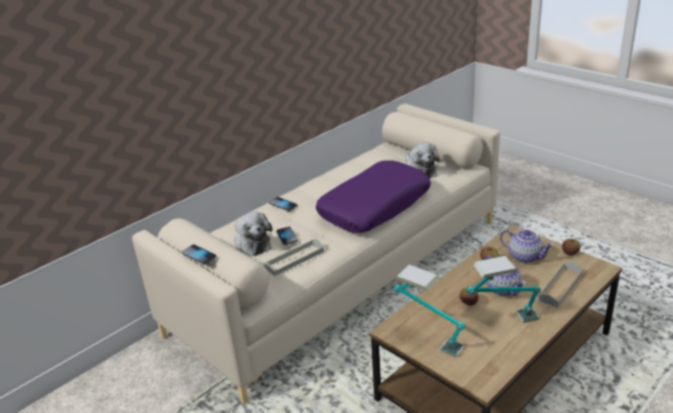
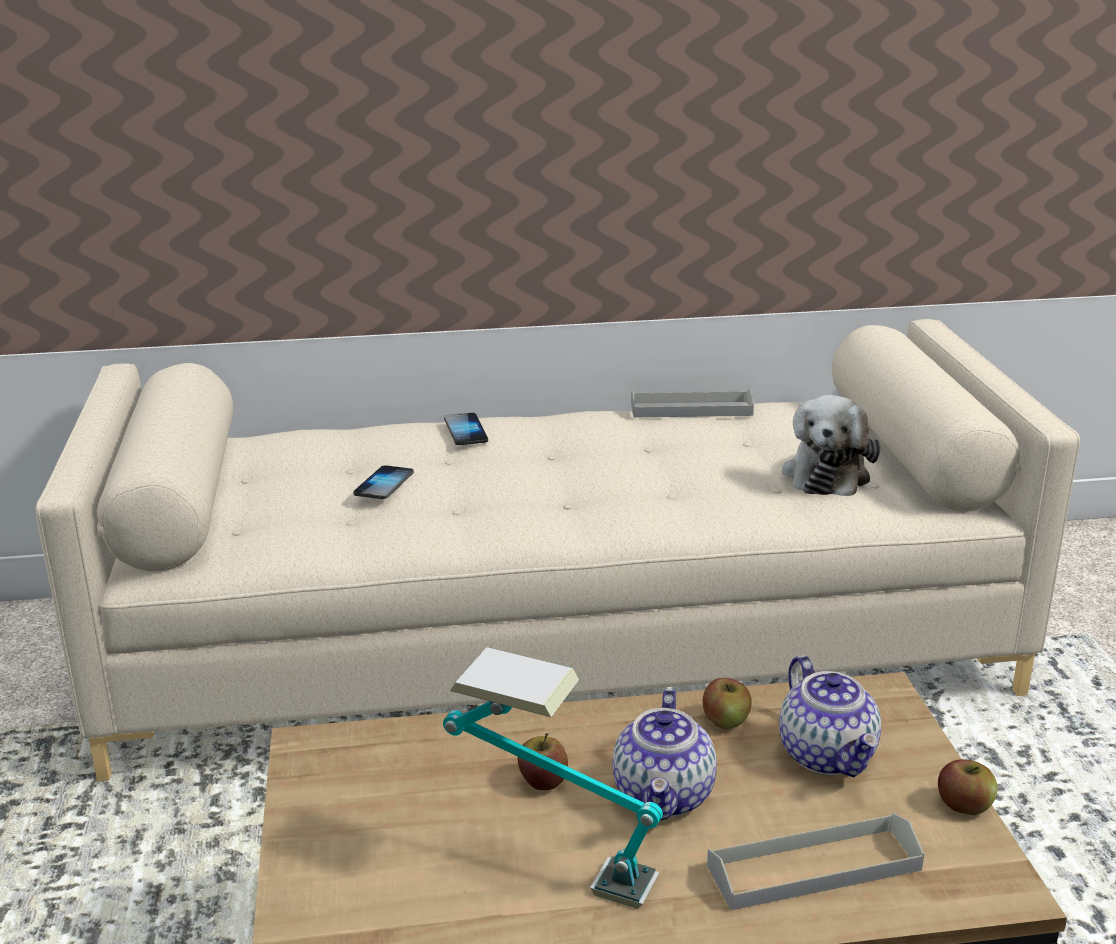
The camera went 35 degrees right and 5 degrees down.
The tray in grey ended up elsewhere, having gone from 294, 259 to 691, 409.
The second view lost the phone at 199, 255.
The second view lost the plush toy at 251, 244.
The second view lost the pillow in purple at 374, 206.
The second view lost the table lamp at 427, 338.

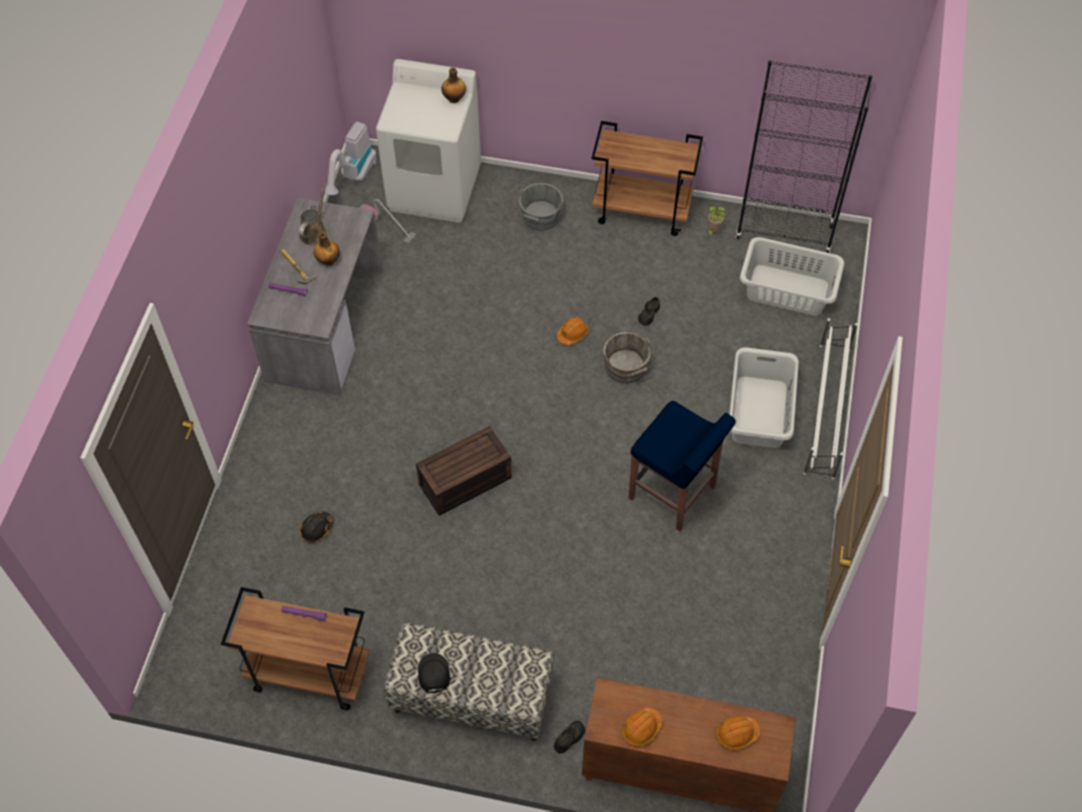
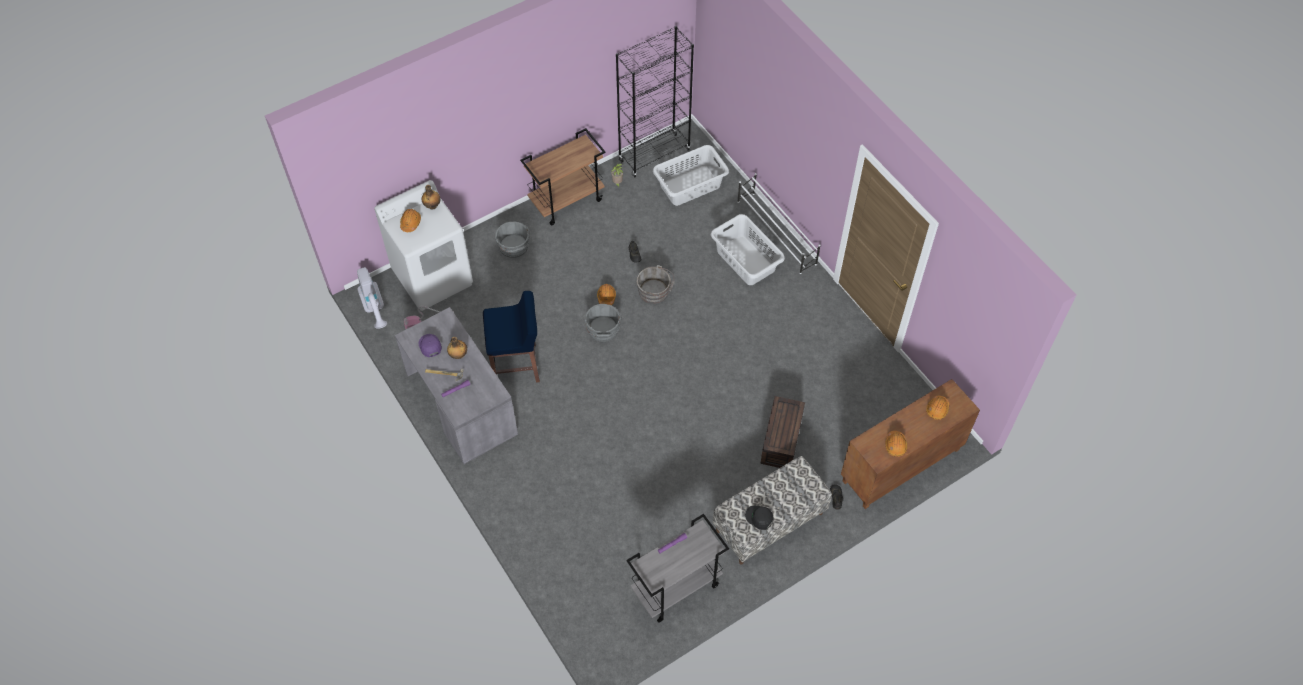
The camera went 45 degrees left and 0 degrees up.
The second view gained the hard hat in orange at 410, 223.
Where the watering can in brown stood at 314, 232, the cap in purple came to stand at 430, 346.
The stool in blue ended up elsewhere, having gone from 673, 493 to 517, 365.
The second view gained the bucket in grey at 603, 330.
What was the cart in brown at 308, 674 turned into the cart in grey at 676, 588.
The storage box in brown ended up elsewhere, having gone from 464, 482 to 782, 441.
The second view lost the hard hat in black at 317, 529.

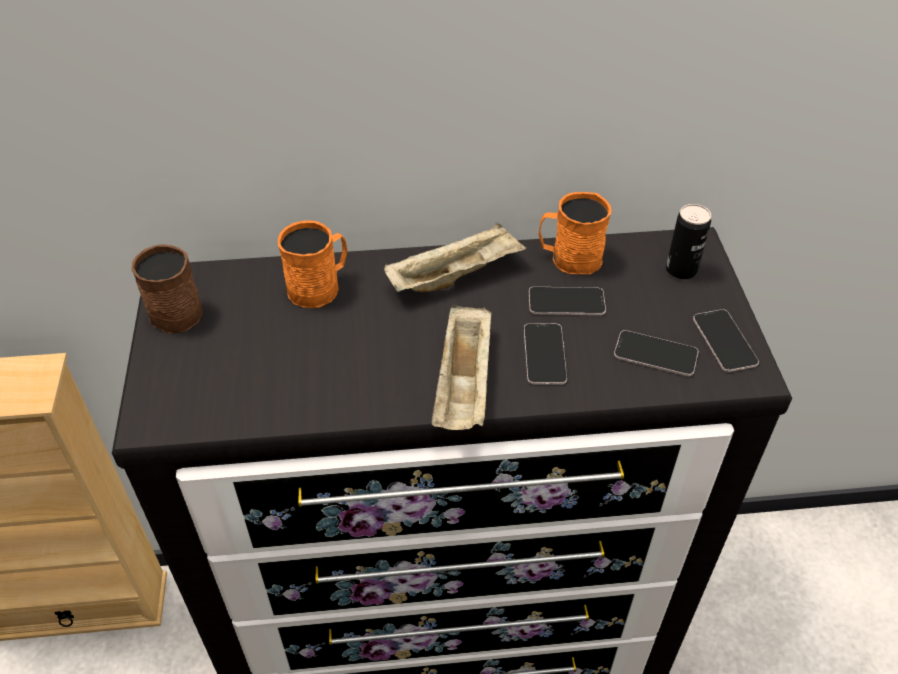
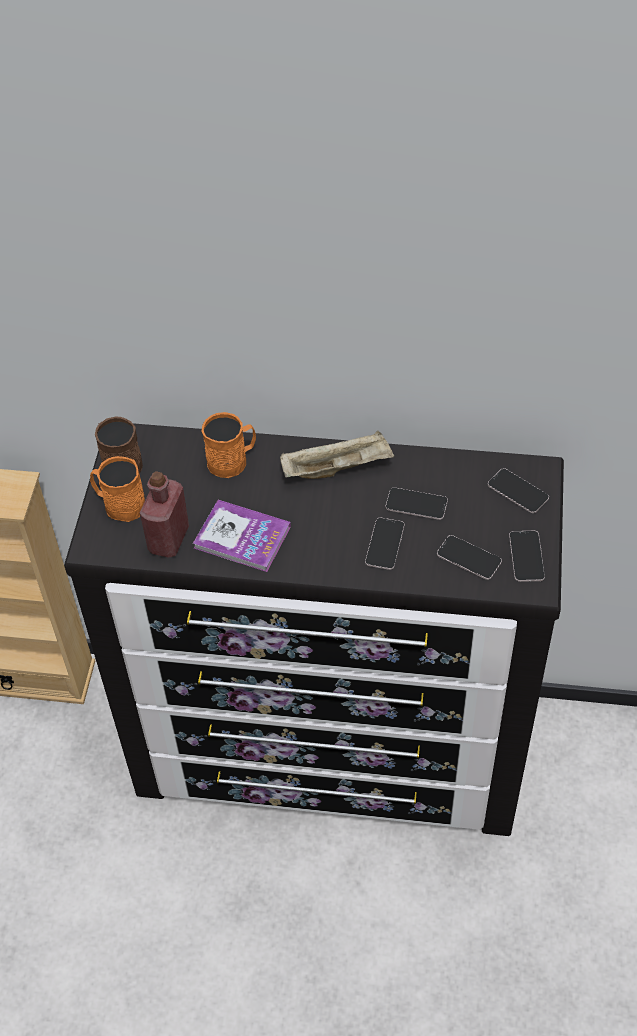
The camera went 15 degrees right and 5 degrees up.
The mug in orange ended up elsewhere, having gone from 569, 258 to 119, 504.
The second view gained the bottle in red at 168, 539.
The second view gained the book at 242, 537.
Where the can stood at 681, 270, the phone came to stand at 518, 491.
The second view lost the tray in beige at 464, 385.

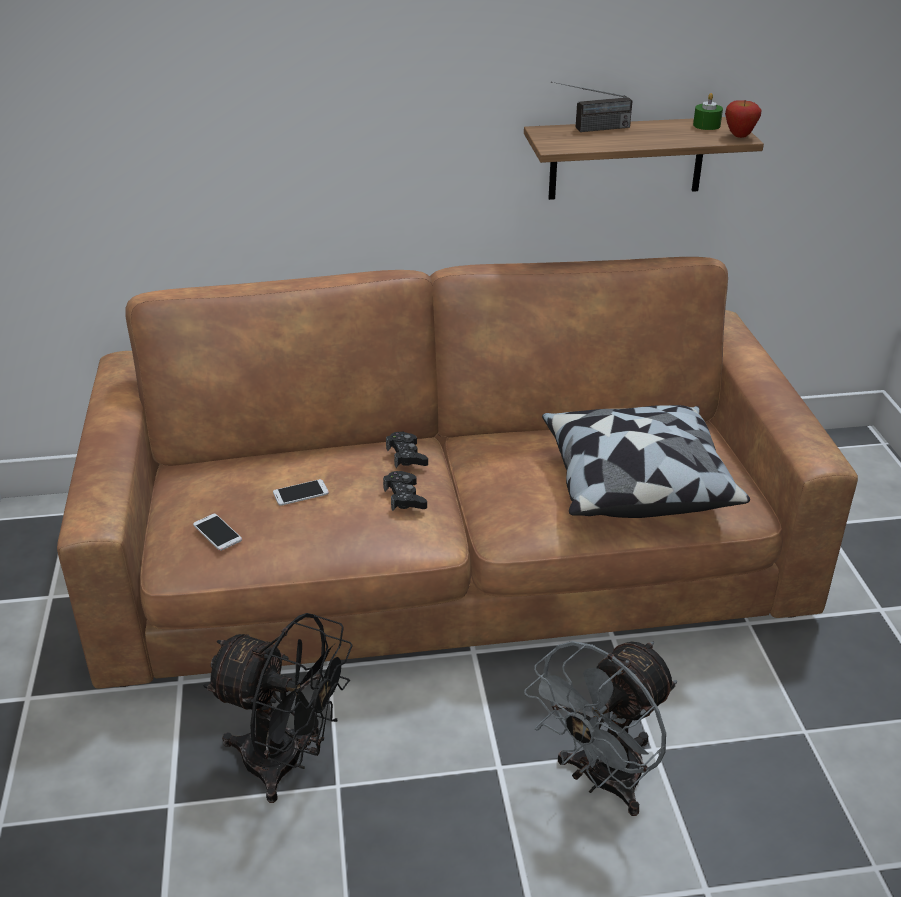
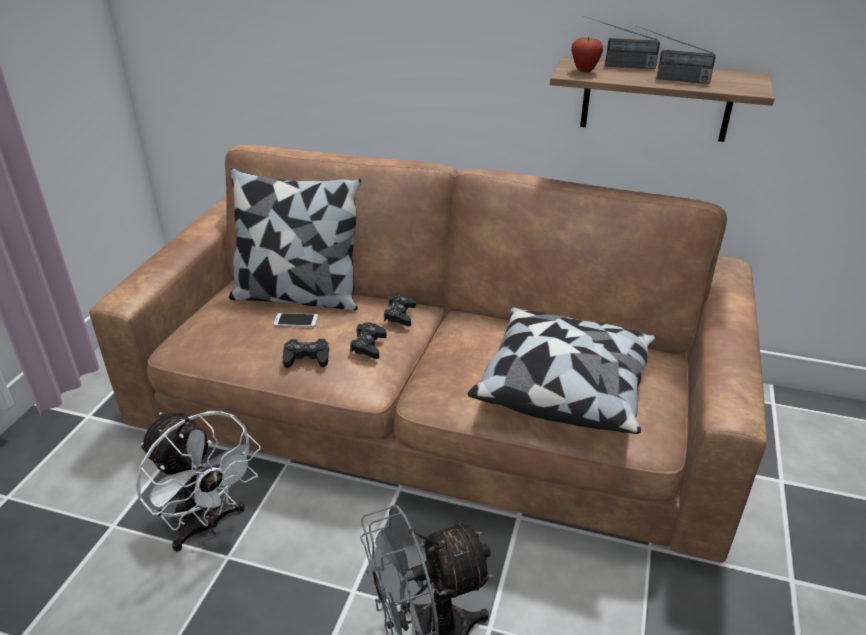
The camera went 25 degrees right and 0 degrees up.
What was the fan in black at 287, 763 turned into the fan in white at 207, 525.
The second view gained the pillow at 298, 296.
The second view gained the game controller in black at 307, 358.
The apple ended up elsewhere, having gone from 739, 136 to 584, 71.
The second view gained the radio at 668, 78.
The second view lost the phone at 217, 532.
The second view lost the candle in green at 706, 125.

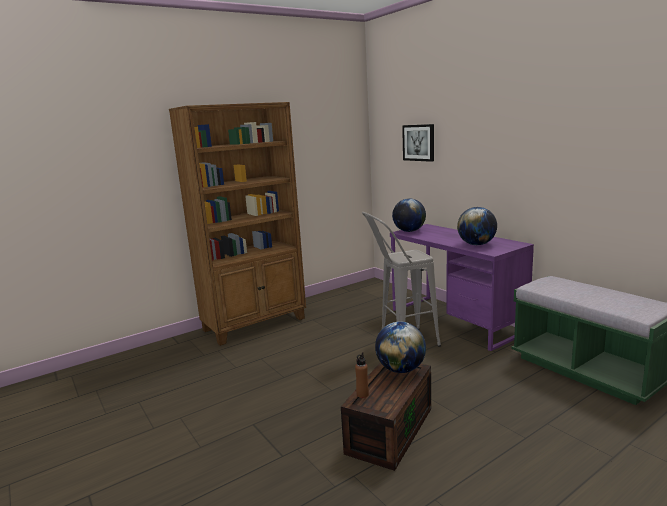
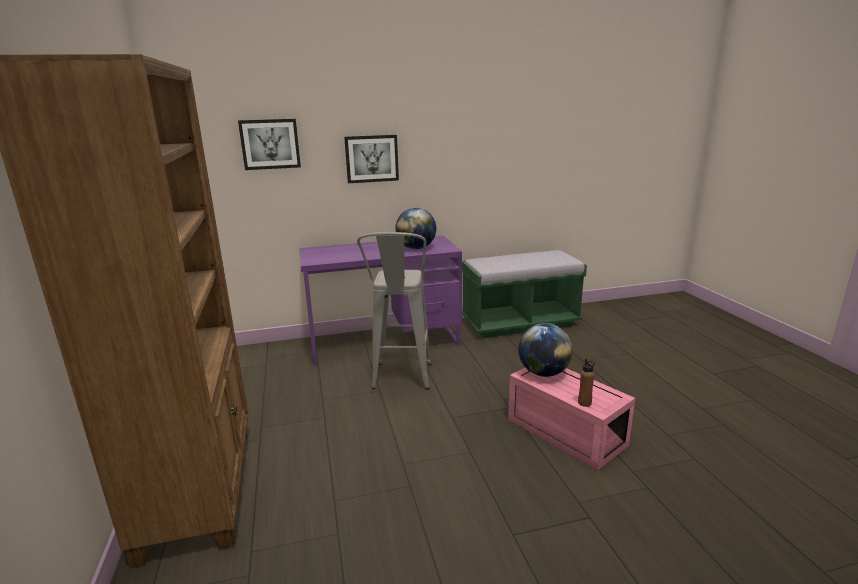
The camera went 70 degrees left and 5 degrees up.
The second view gained the picture at 371, 158.
What was the storage box in brown at 389, 429 turned into the storage box in pink at 563, 432.
The second view lost the globe at 409, 231.

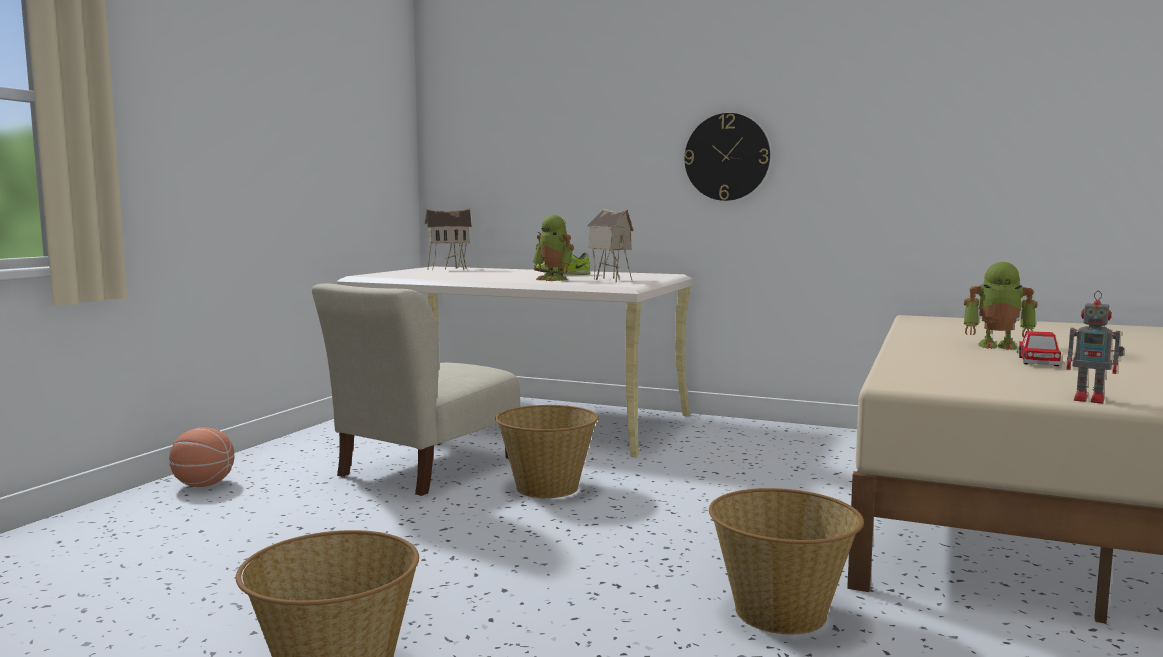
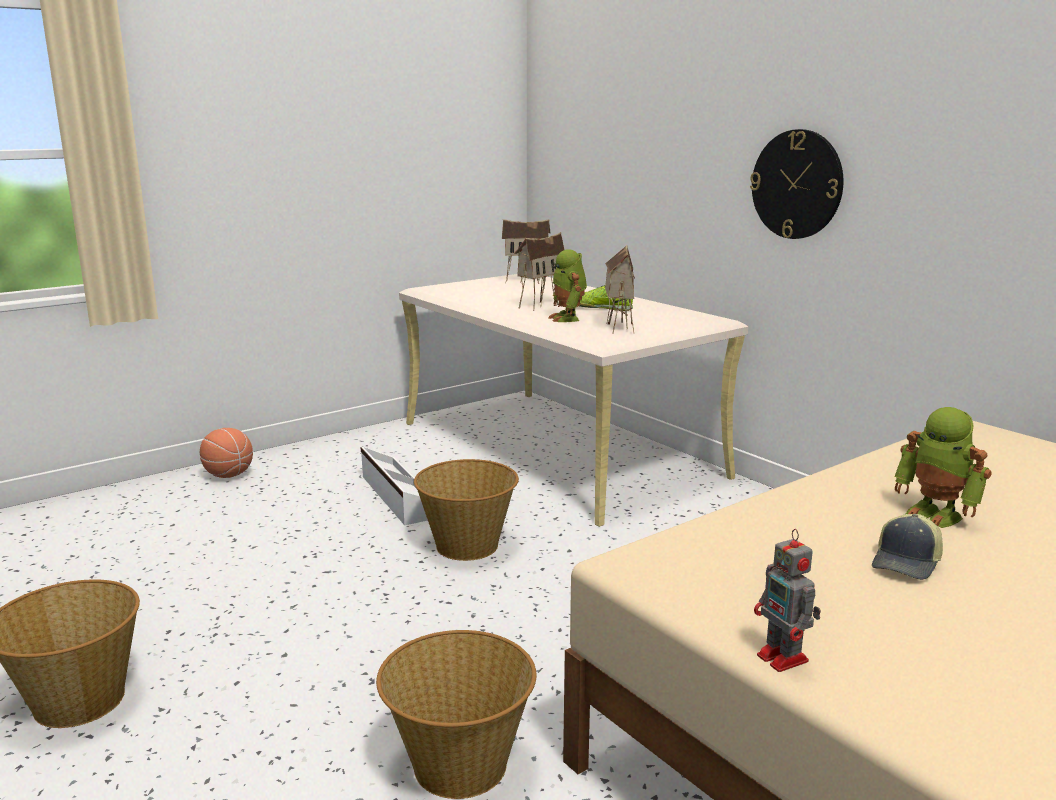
The camera went 30 degrees right and 10 degrees up.
Where the chair in beige stood at 423, 469, the storage box in white came to stand at 397, 496.
The second view gained the toy house at 538, 305.
Where the toy car stood at 1038, 362, the cap came to stand at 907, 563.

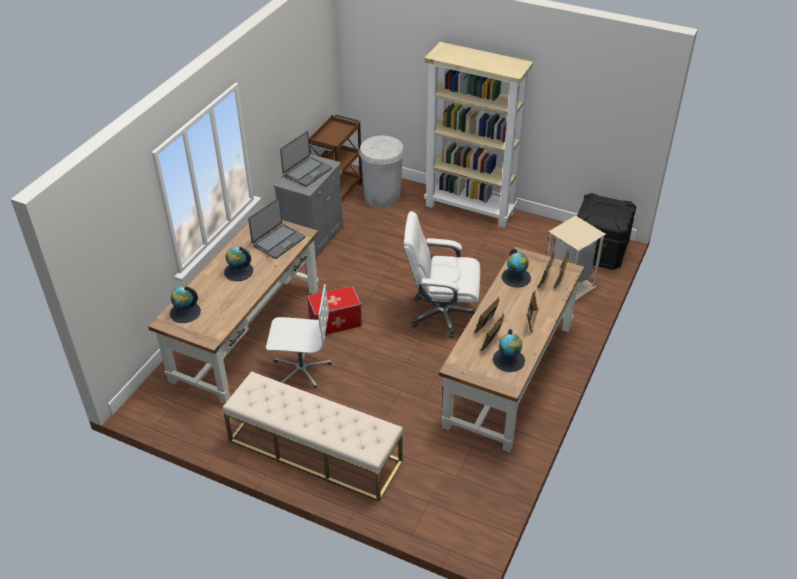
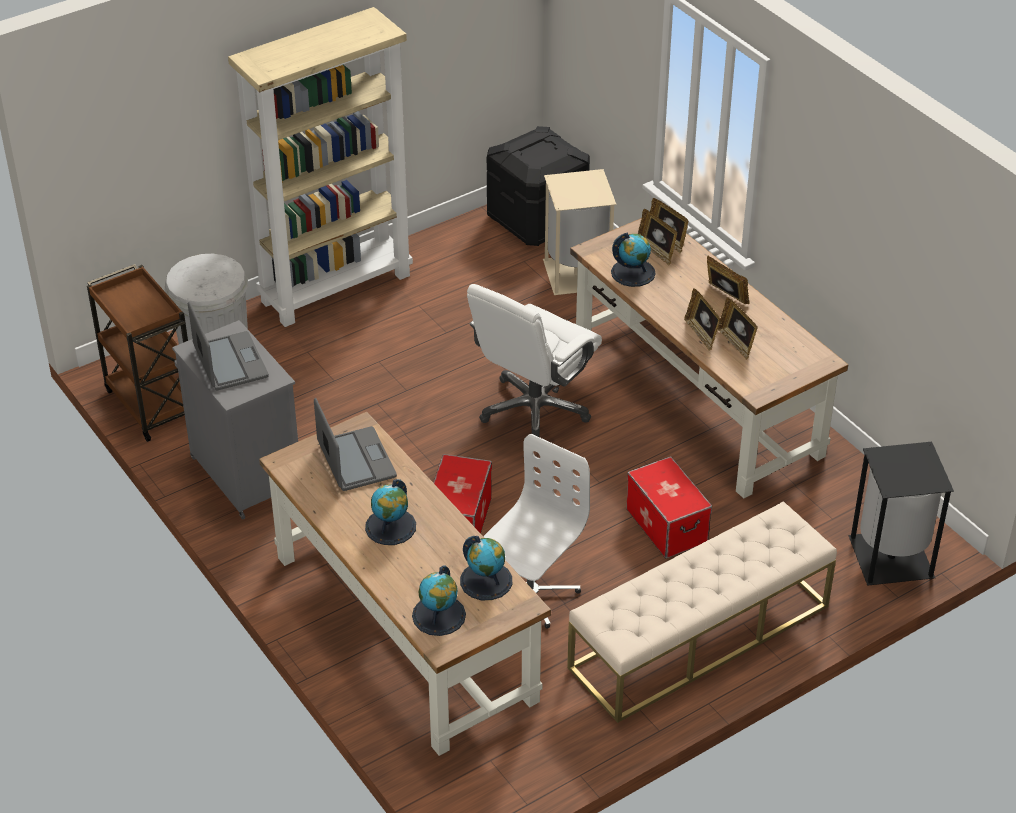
The camera went 60 degrees left and 0 degrees up.
The globe ended up elsewhere, having gone from 509, 360 to 486, 580.
The second view gained the storage box at 667, 525.
The second view gained the trash can in black at 892, 558.

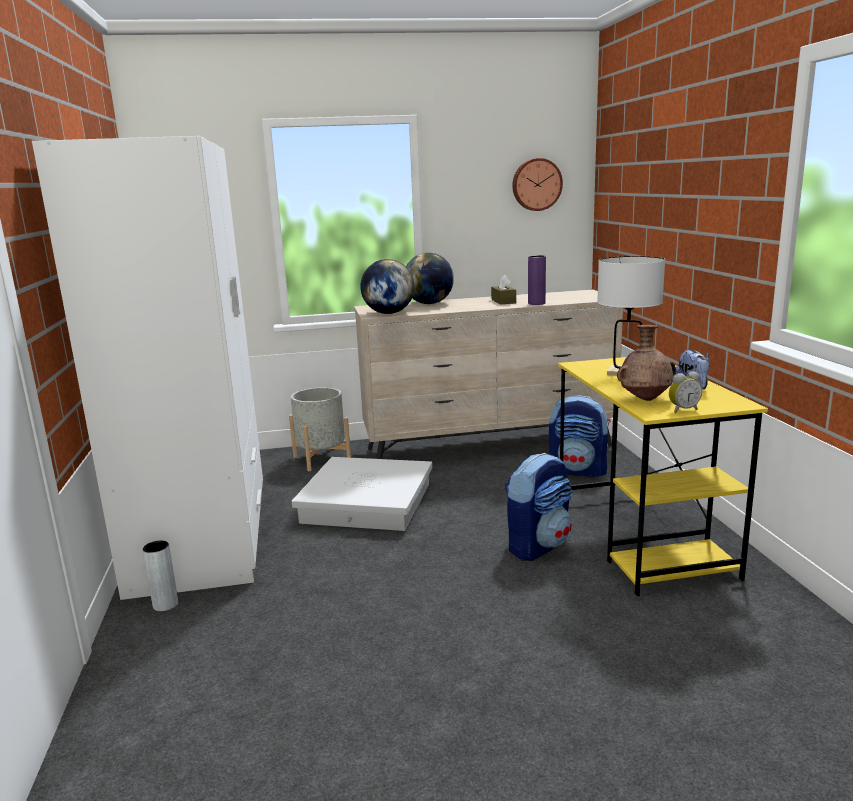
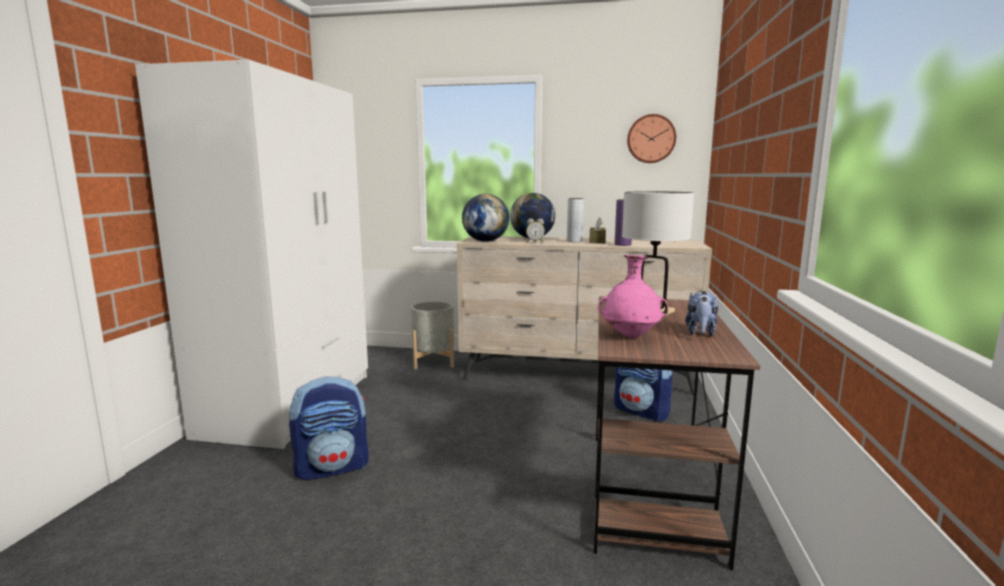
The camera went 20 degrees right and 5 degrees down.
The backpack ended up elsewhere, having gone from 538, 546 to 332, 467.
The alarm clock ended up elsewhere, having gone from 682, 410 to 535, 242.
The vase in grey ended up elsewhere, having gone from 165, 604 to 574, 241.
What was the desk in yellow at 642, 538 turned into the desk in brown at 651, 492.
What was the vase in brown at 645, 399 turned into the vase in pink at 631, 336.
The second view lost the storage box in white at 368, 503.

